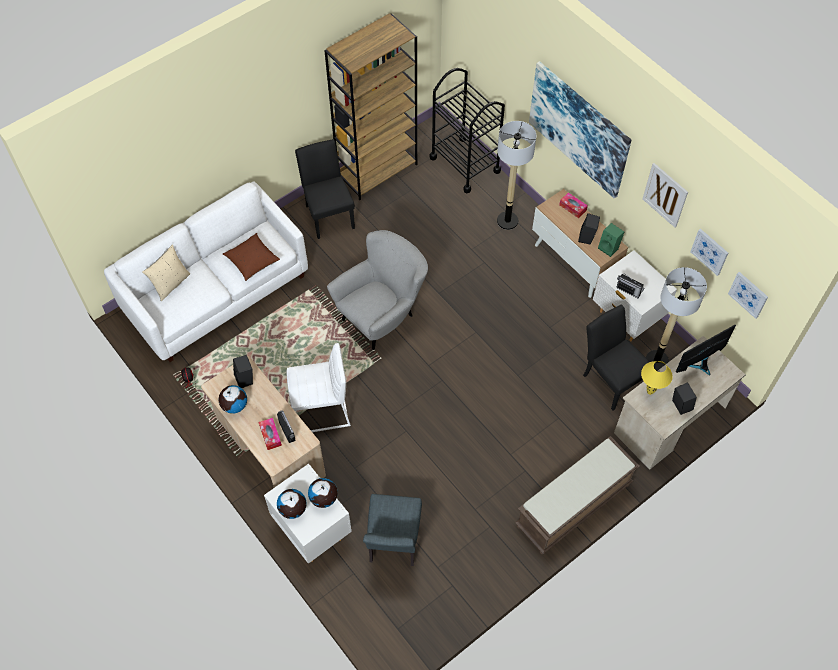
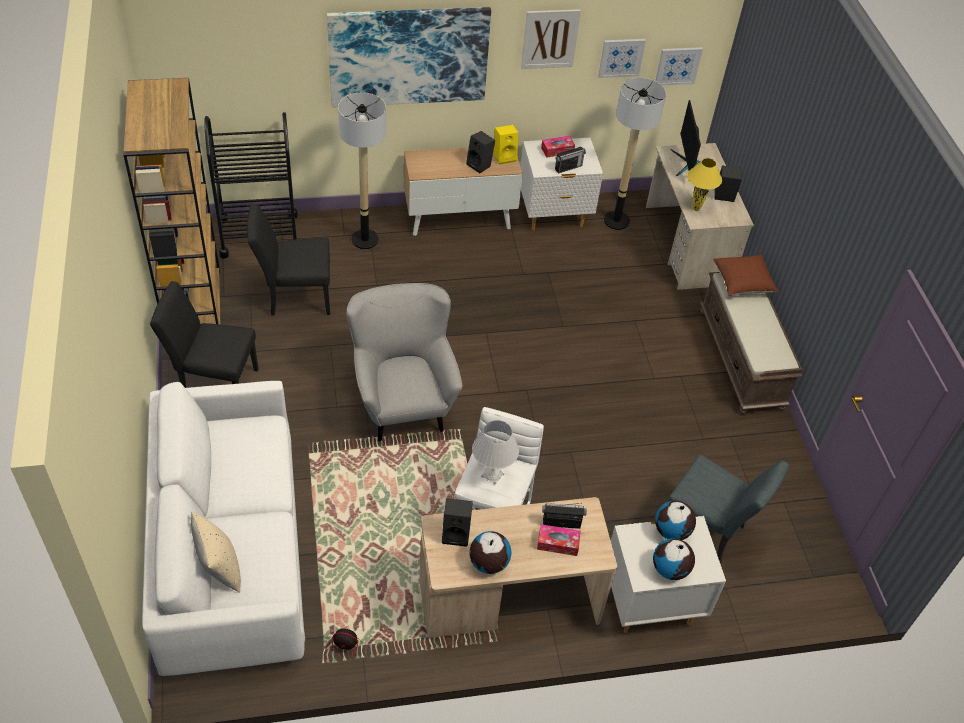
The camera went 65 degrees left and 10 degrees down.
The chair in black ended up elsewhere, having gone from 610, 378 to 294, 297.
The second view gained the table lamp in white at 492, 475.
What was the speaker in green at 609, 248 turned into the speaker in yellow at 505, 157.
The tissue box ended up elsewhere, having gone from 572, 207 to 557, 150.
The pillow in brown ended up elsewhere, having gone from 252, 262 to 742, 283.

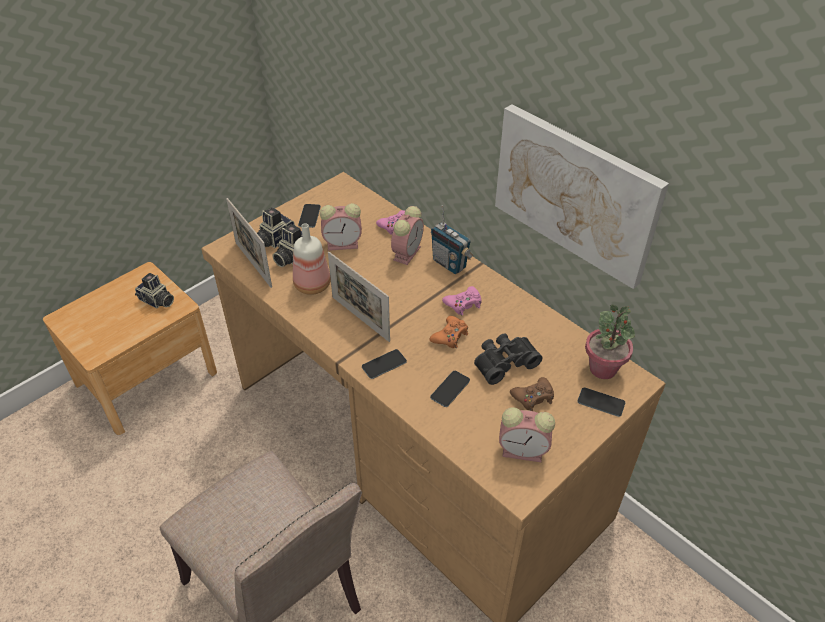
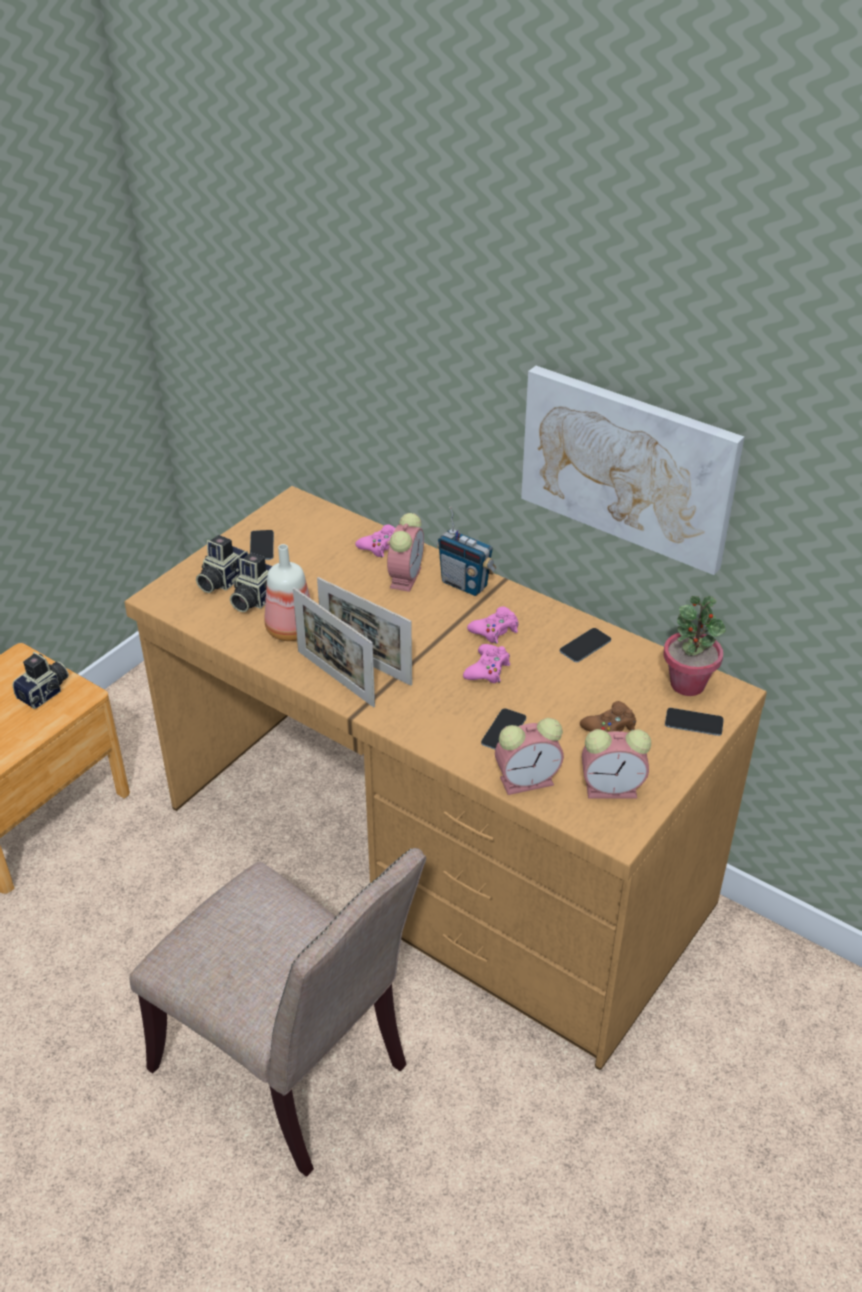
The camera went 10 degrees left and 5 degrees down.
The photo camera at 156, 301 ended up facing another way, 75 degrees counterclockwise from before.
The picture frame ended up elsewhere, having gone from 253, 264 to 335, 678.
What was the game controller in orange at 450, 336 turned into the game controller in pink at 487, 670.
The alarm clock ended up elsewhere, having gone from 344, 244 to 528, 780.
The phone ended up elsewhere, having gone from 384, 364 to 585, 645.
The second view lost the binoculars in black at 503, 362.

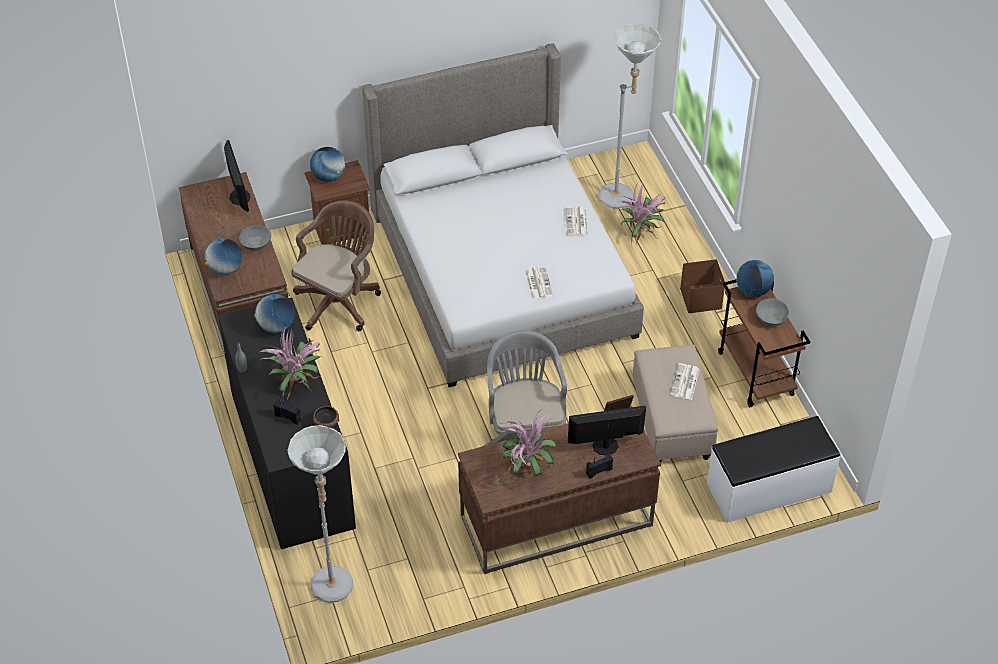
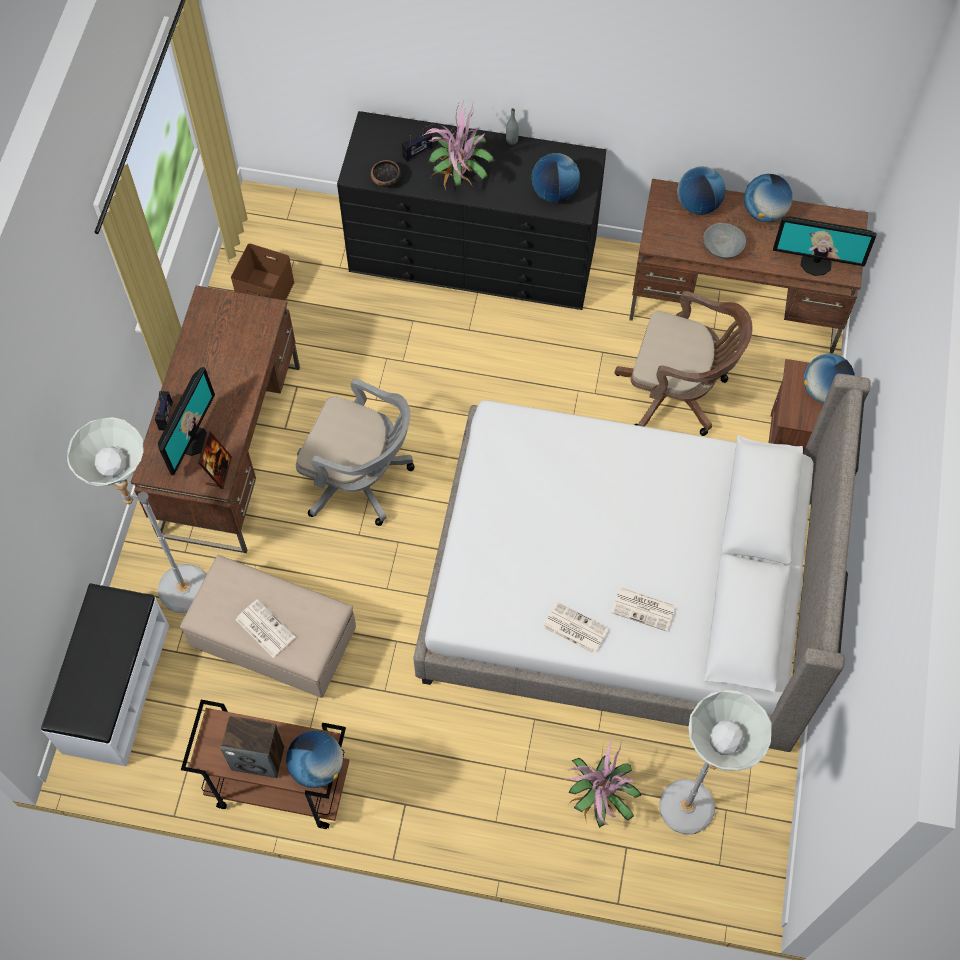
The camera went 120 degrees right and 15 degrees up.
The floor lamp in grey ended up elsewhere, having gone from 334, 593 to 173, 586.
Where the bowl in grey stood at 770, 318, the speaker came to stand at 258, 757.
The storage box in brown ended up elsewhere, having gone from 702, 298 to 264, 292.
The newspaper ended up elsewhere, having gone from 538, 283 to 644, 609.
The office chair in brown at 339, 301 ended up facing another way, 45 degrees counterclockwise from before.
The second view gained the globe at 764, 212.
The second view lost the potted plant at 527, 467.

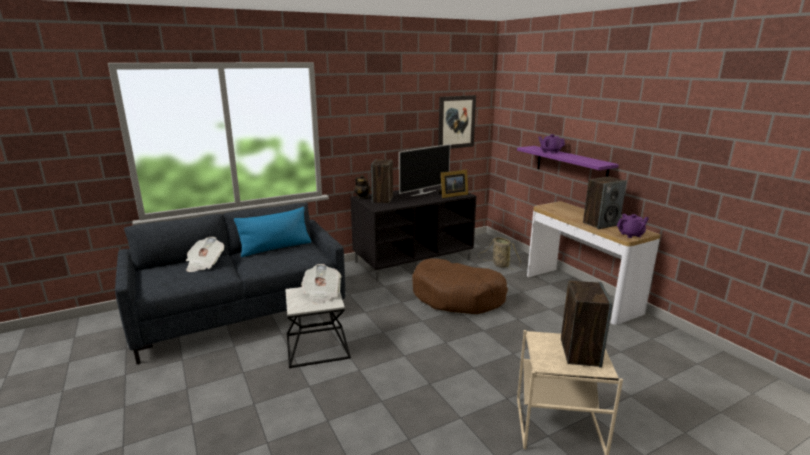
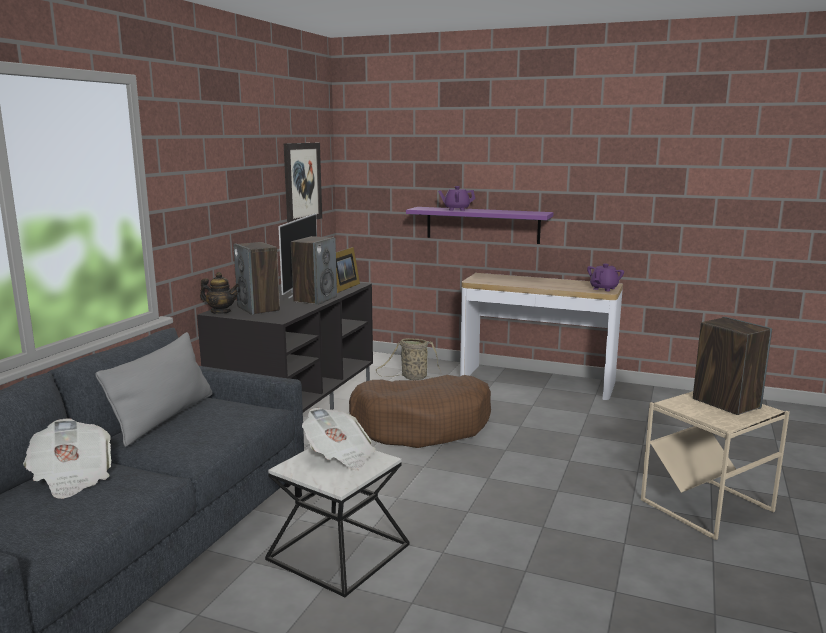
The camera went 40 degrees left and 5 degrees down.
What was the pillow in blue at 276, 248 turned into the pillow in grey at 164, 417.
The speaker ended up elsewhere, having gone from 601, 224 to 315, 299.

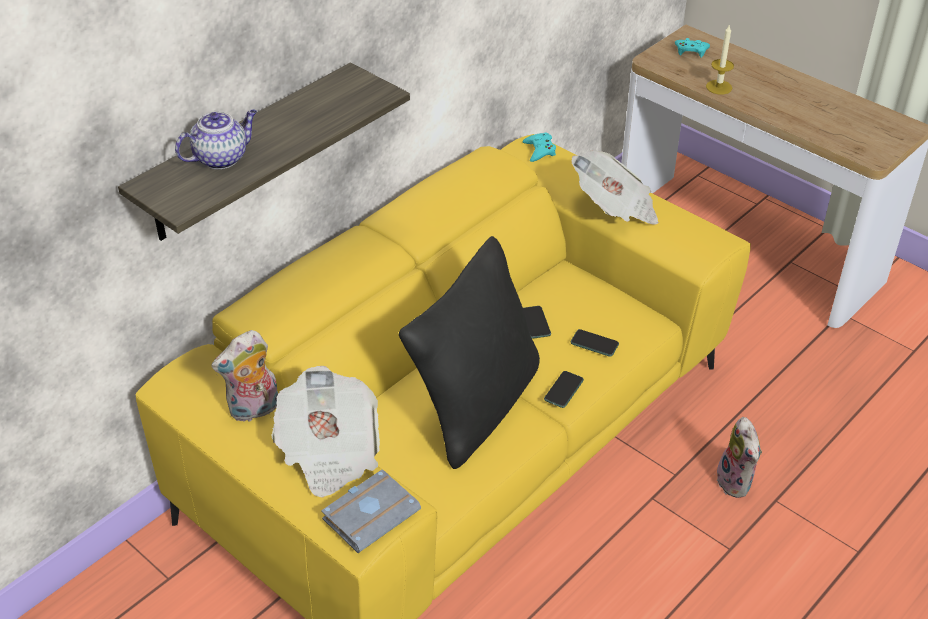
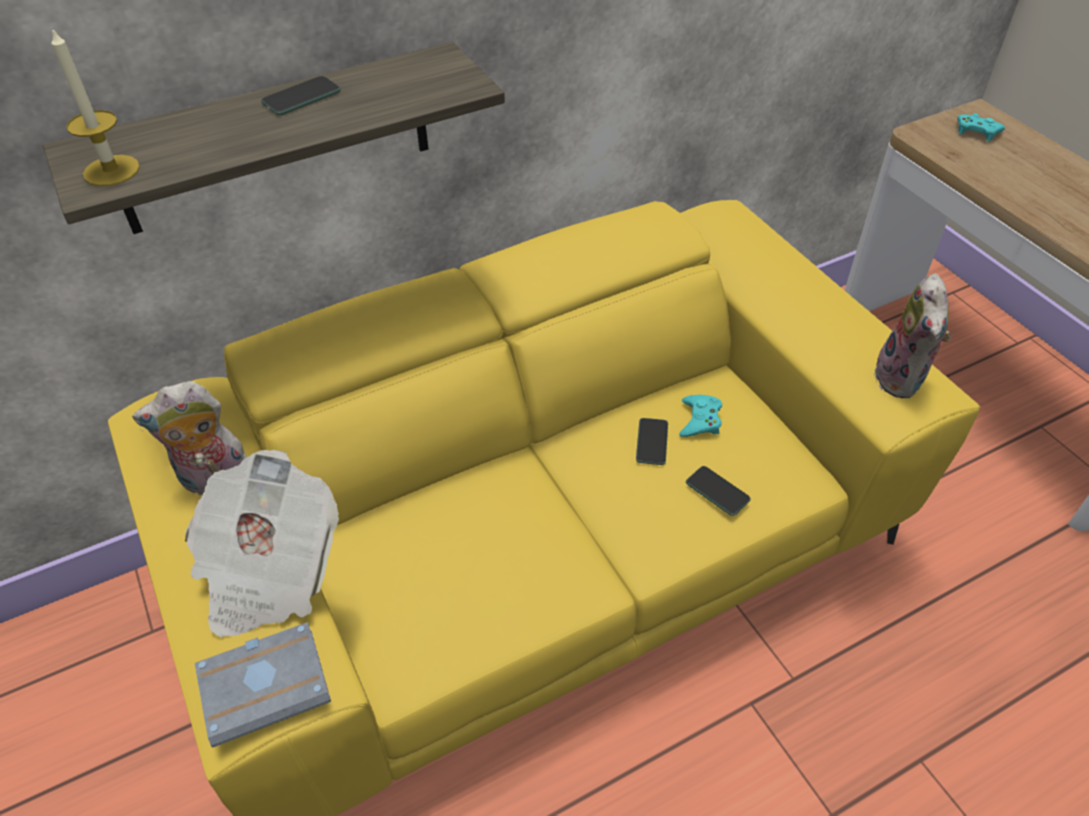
The camera went 20 degrees right and 5 degrees up.
The candle ended up elsewhere, having gone from 719, 87 to 111, 170.
The phone ended up elsewhere, having gone from 563, 390 to 301, 97.
The game controller in turquoise ended up elsewhere, having gone from 539, 150 to 700, 420.
The plush toy ended up elsewhere, having gone from 737, 482 to 903, 379.
The second view lost the teapot at 221, 158.
The second view lost the pillow in black at 475, 407.
The second view lost the newspaper at 615, 208.

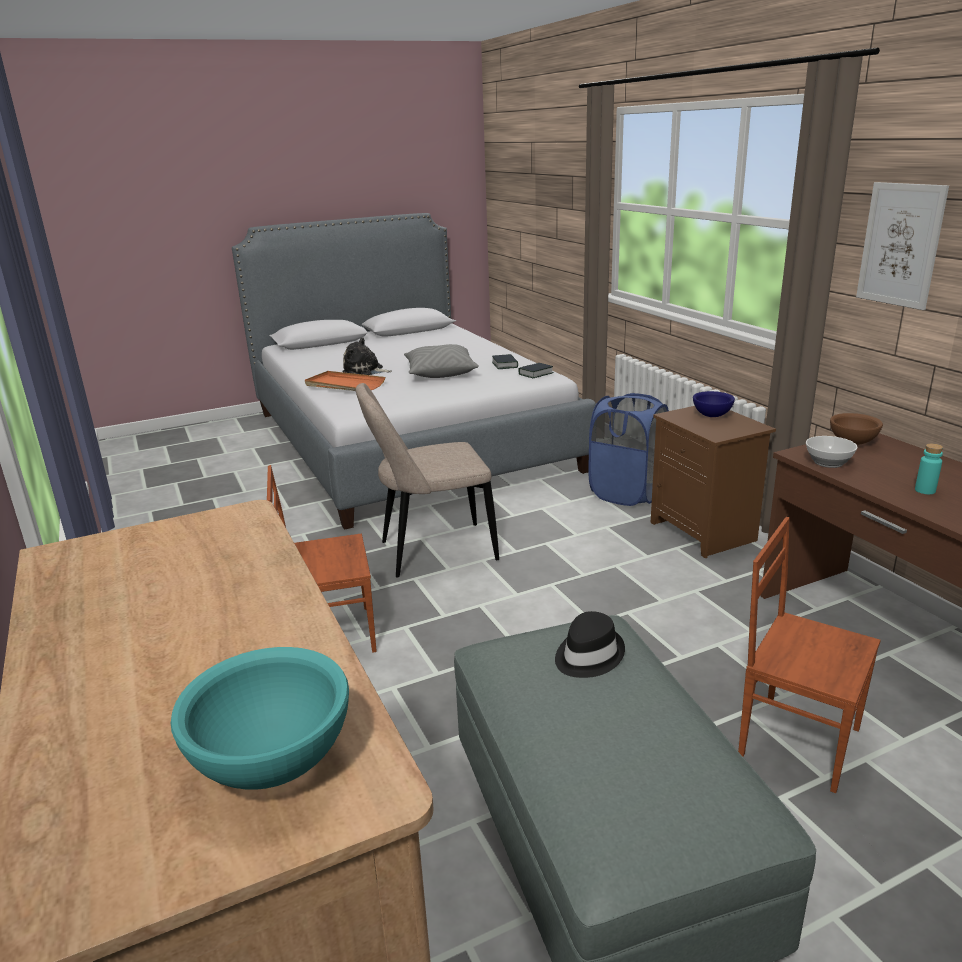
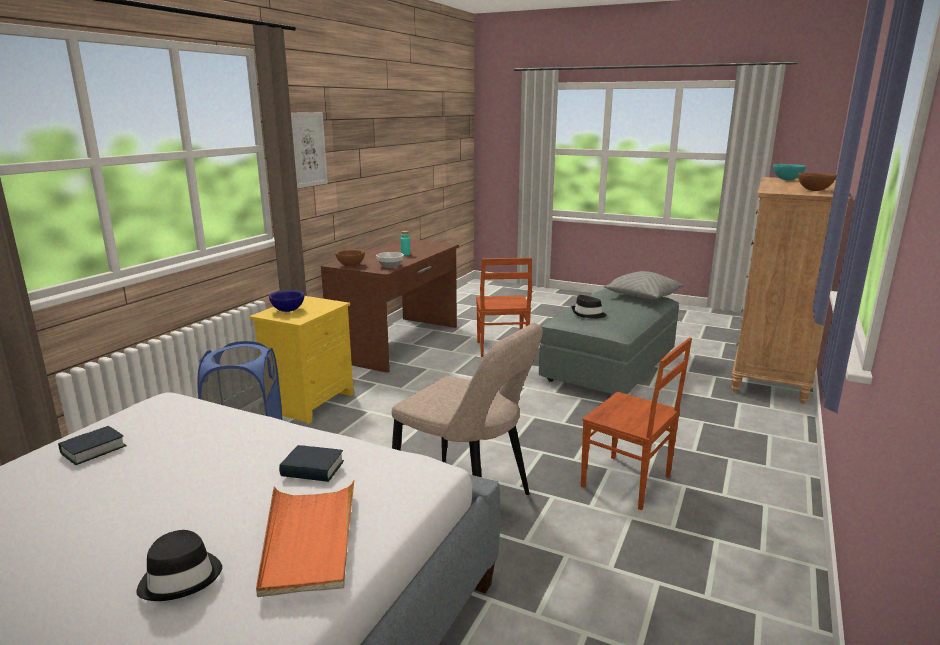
The camera went 130 degrees left and 5 degrees down.
Where the plush toy stood at 365, 371, the hat in black came to stand at 181, 577.
What was the nightstand in brown at 705, 532 turned into the nightstand in yellow at 309, 402.
The book ended up elsewhere, having gone from 535, 374 to 312, 469.
The pillow in grey ended up elsewhere, having gone from 440, 373 to 642, 297.
The second view gained the bowl in brown at 814, 190.

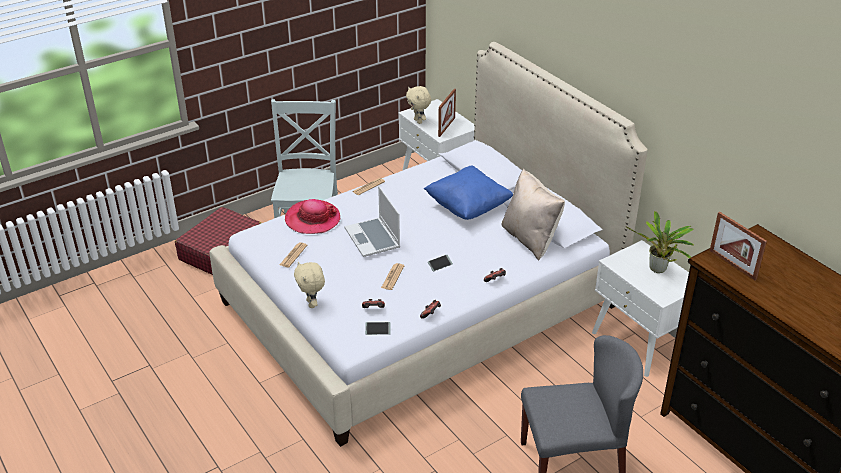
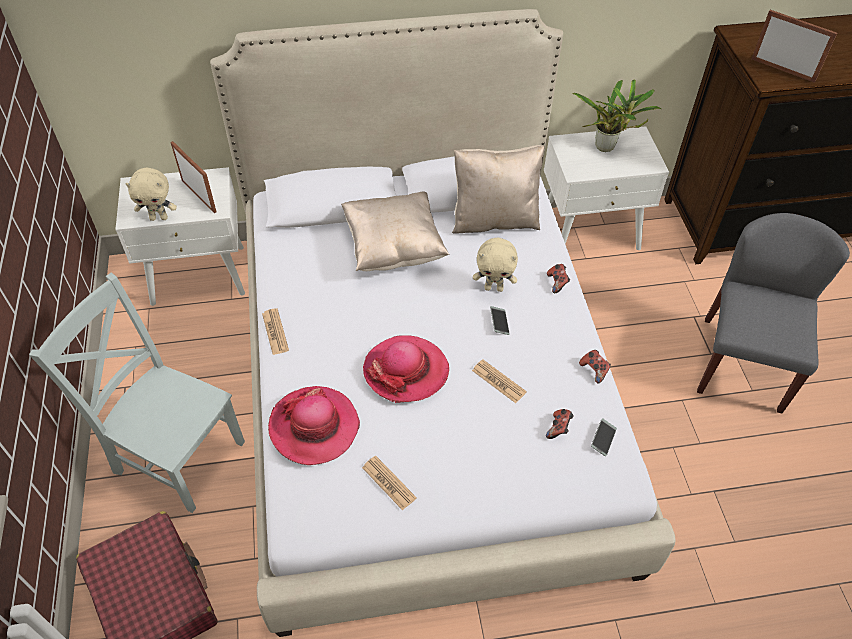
The camera went 65 degrees left and 15 degrees up.
What was the pillow in blue at 468, 207 turned into the pillow in beige at 394, 248.
Where the laptop stood at 373, 239, the hat came to stand at 406, 371.
The plush toy in beige ended up elsewhere, having gone from 312, 304 to 494, 288.
The picture frame at 732, 265 ended up facing another way, 135 degrees counterclockwise from before.

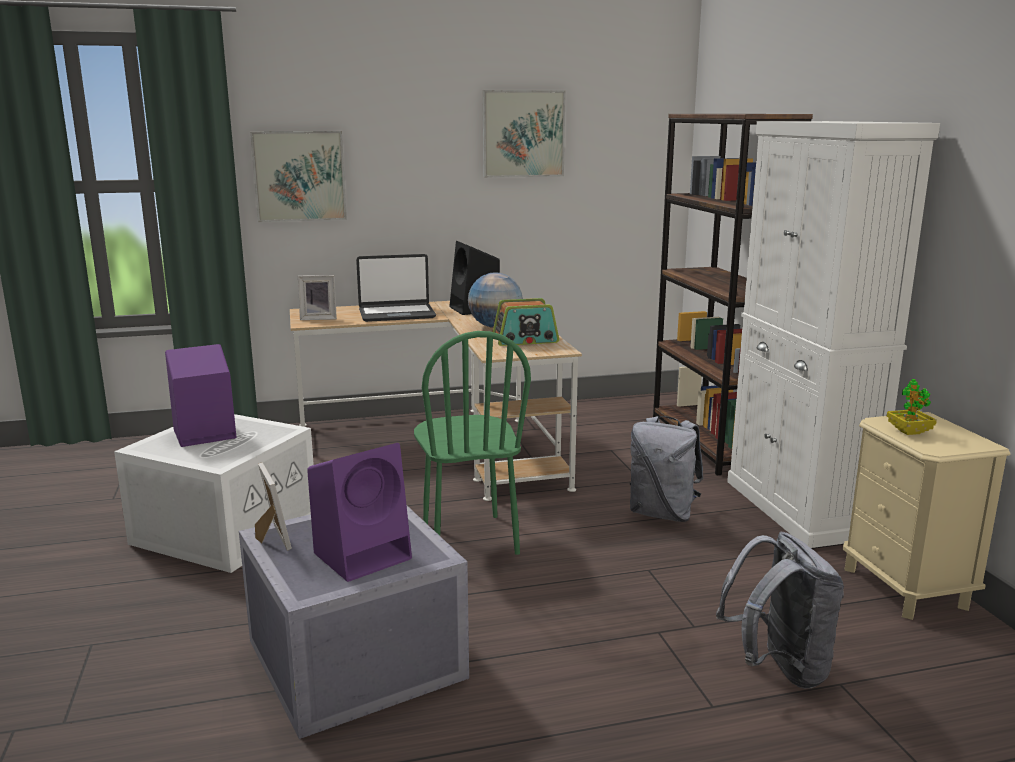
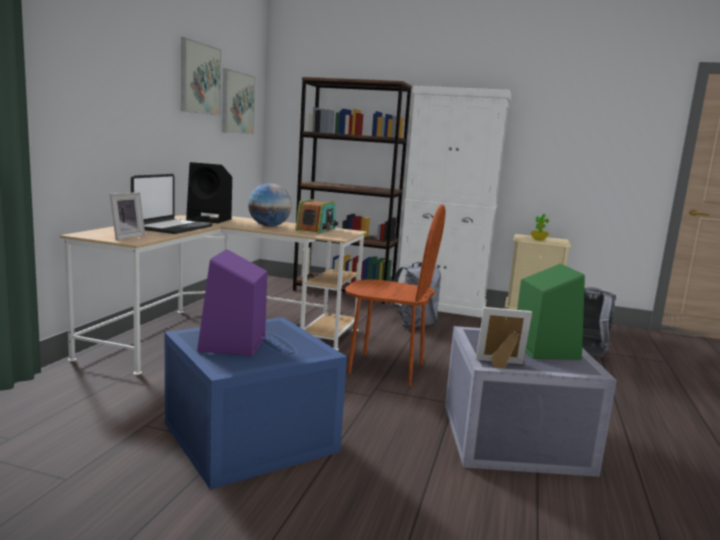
The camera went 60 degrees left and 5 degrees down.
What was the storage box in white at 225, 528 turned into the storage box in blue at 247, 437.
The picture ended up elsewhere, having gone from 299, 176 to 237, 103.
What was the chair in green at 468, 539 turned into the chair in brown at 386, 369.
What was the speaker in purple at 364, 555 turned into the speaker in green at 544, 349.

